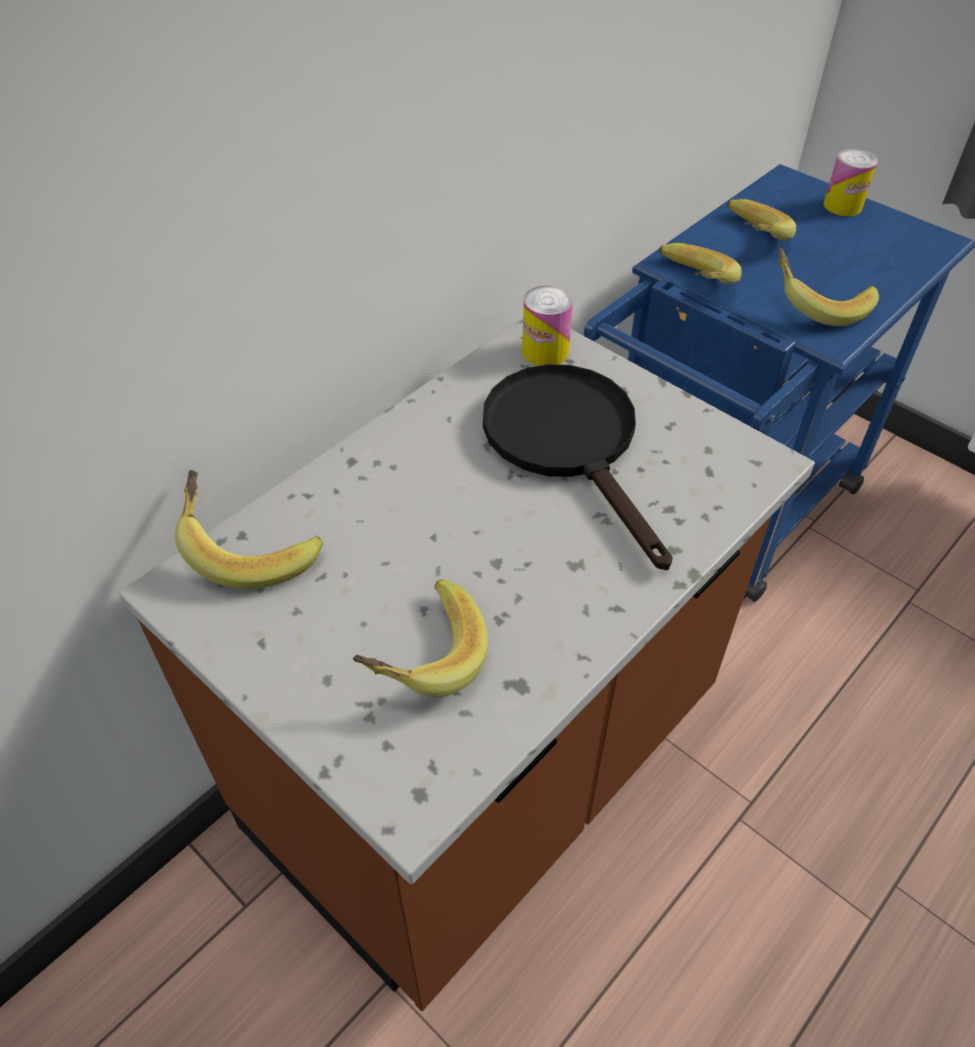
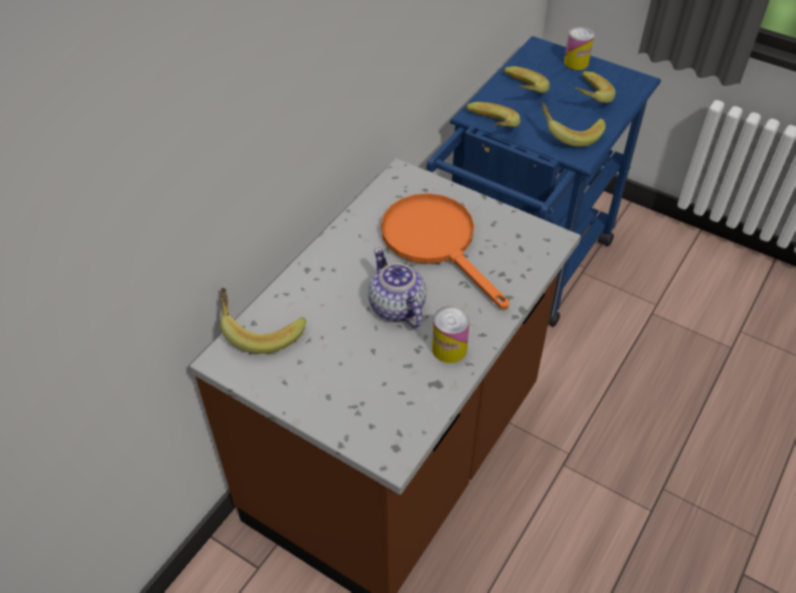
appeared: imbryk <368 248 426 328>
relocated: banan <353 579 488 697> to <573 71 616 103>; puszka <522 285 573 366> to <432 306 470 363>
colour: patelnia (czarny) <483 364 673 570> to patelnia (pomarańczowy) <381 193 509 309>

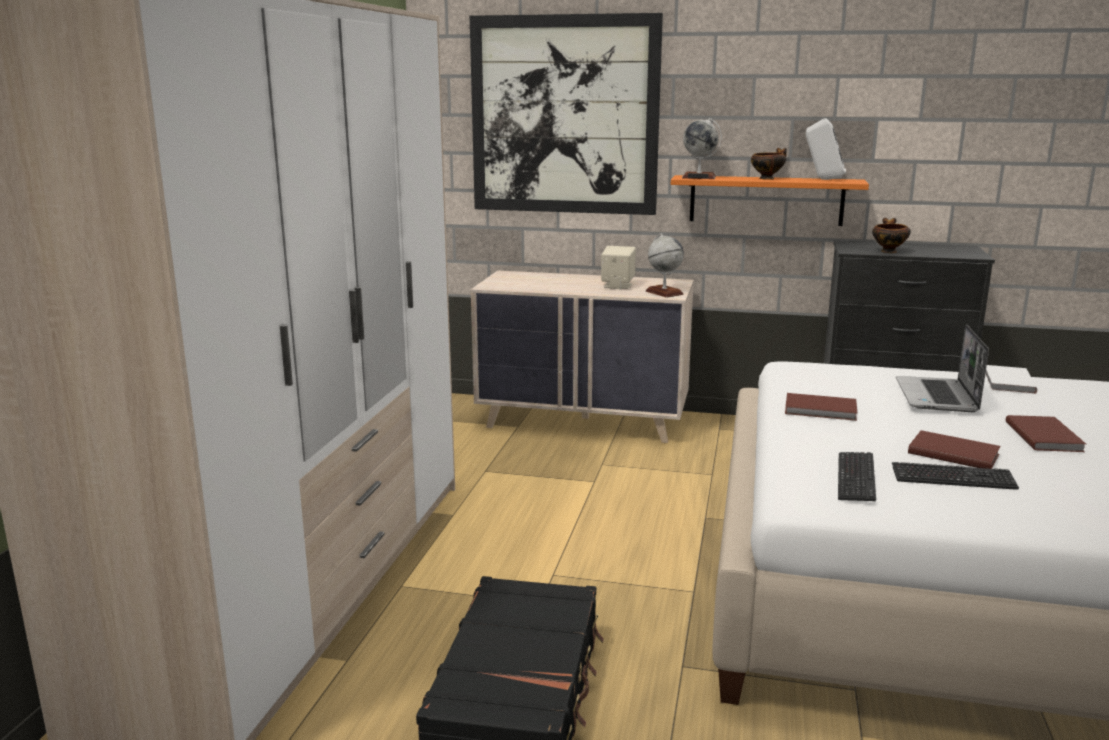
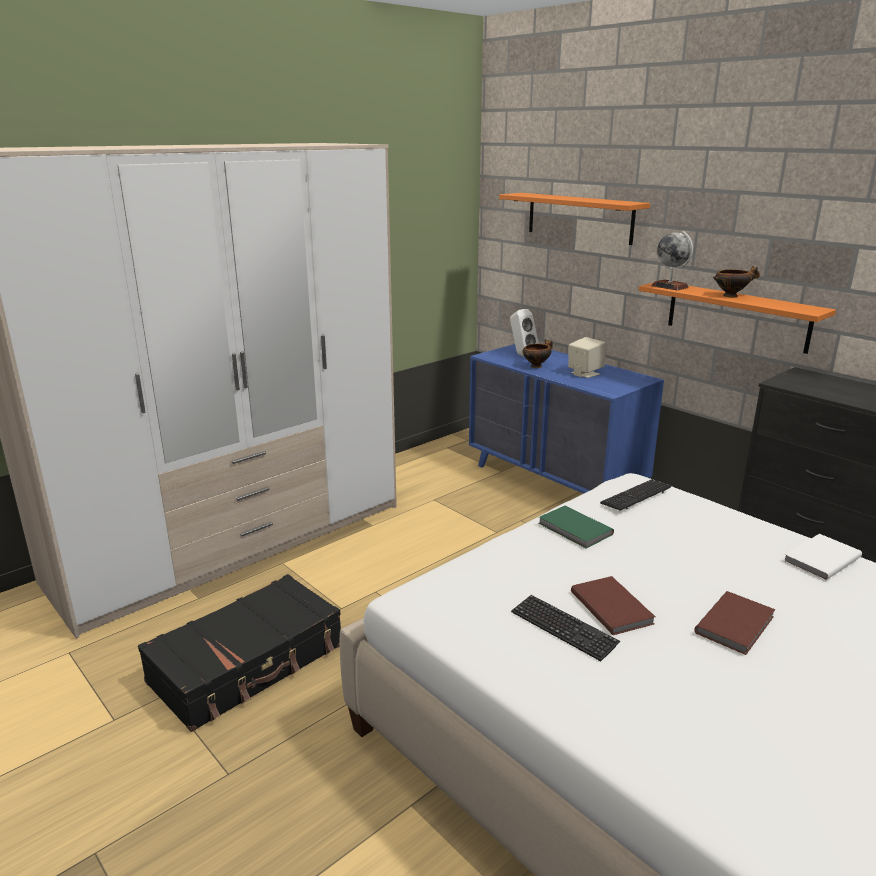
missing: globus <646 233 684 298>; laptop <896 324 989 412>
relocated: głośnik (biały) <806 118 846 180> to <510 309 539 357>; klawiatura <838 452 876 501> to <600 479 671 511>; miska <872 218 911 253> to <523 339 553 368>
exchanged: obraz <470 13 663 215> to półka (pomarańczowy) <499 193 650 245>
colour: komoda (beżowy) <471 271 694 443> to komoda (niebieski) <469 344 664 494>; książka (brązowy) <785 393 857 421> to książka (zielony) <538 506 614 549>

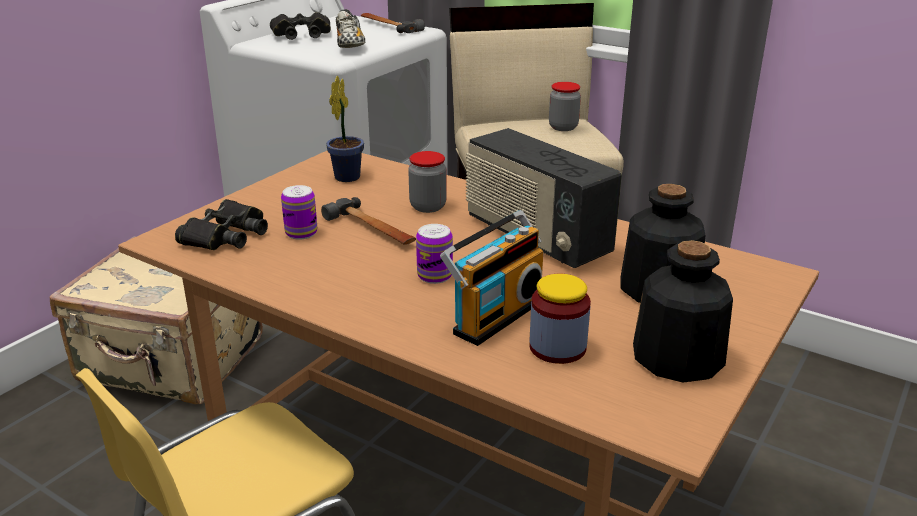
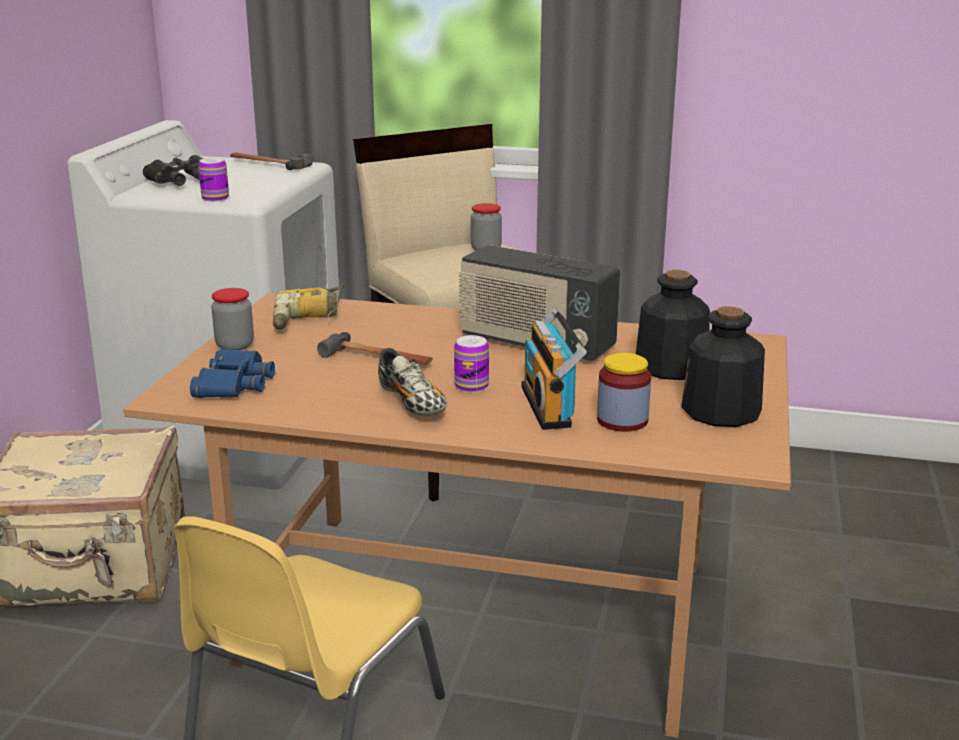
relocated: puszka <281 185 317 240> to <198 158 229 202>; but <336 9 365 48> to <378 348 447 416>; słoik <408 151 447 213> to <211 288 254 350>
exchanged: roślina doniczkowa <326 76 364 182> to wiertarka <273 284 345 330>
colour: lornetka (czarny) <175 199 268 250> to lornetka (niebieski) <190 348 275 398>
spun: radio <440 210 543 346> = <522 308 587 430> 150 degrees clockwise

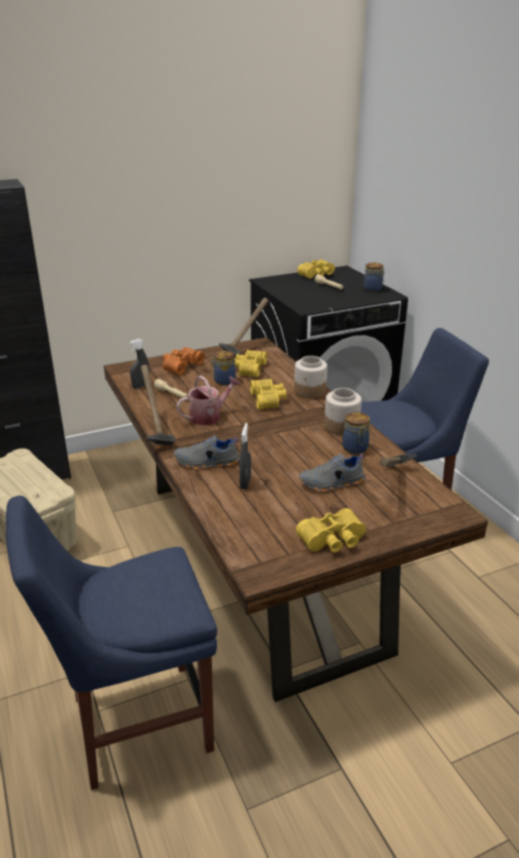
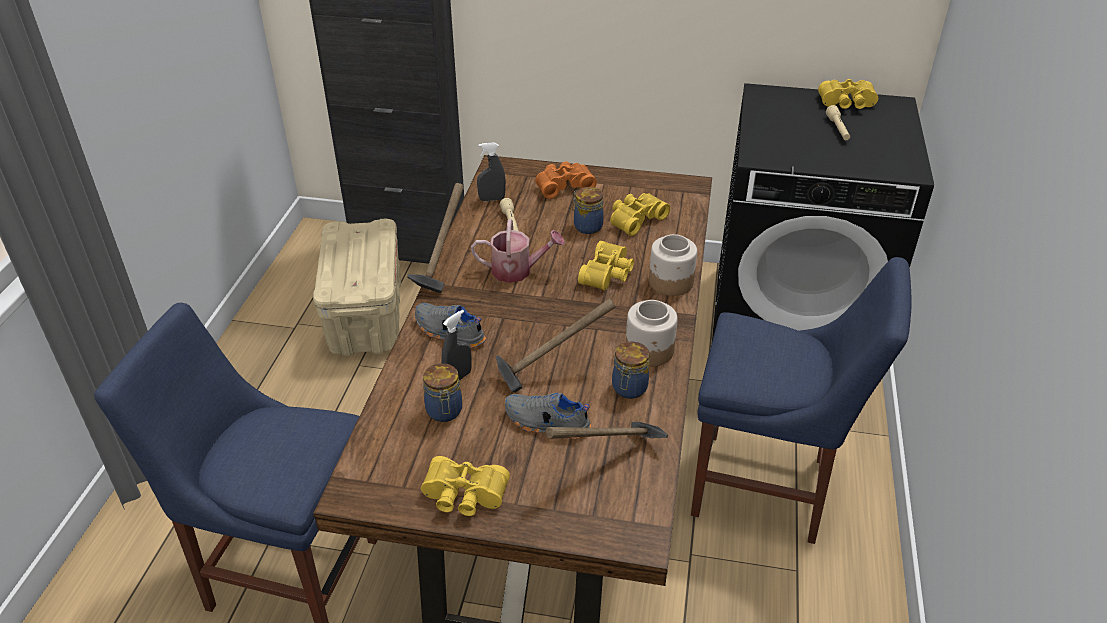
relocated: młotek <219 298 269 358> to <496 299 616 393>; słoik <364 262 385 292> to <423 363 462 422>

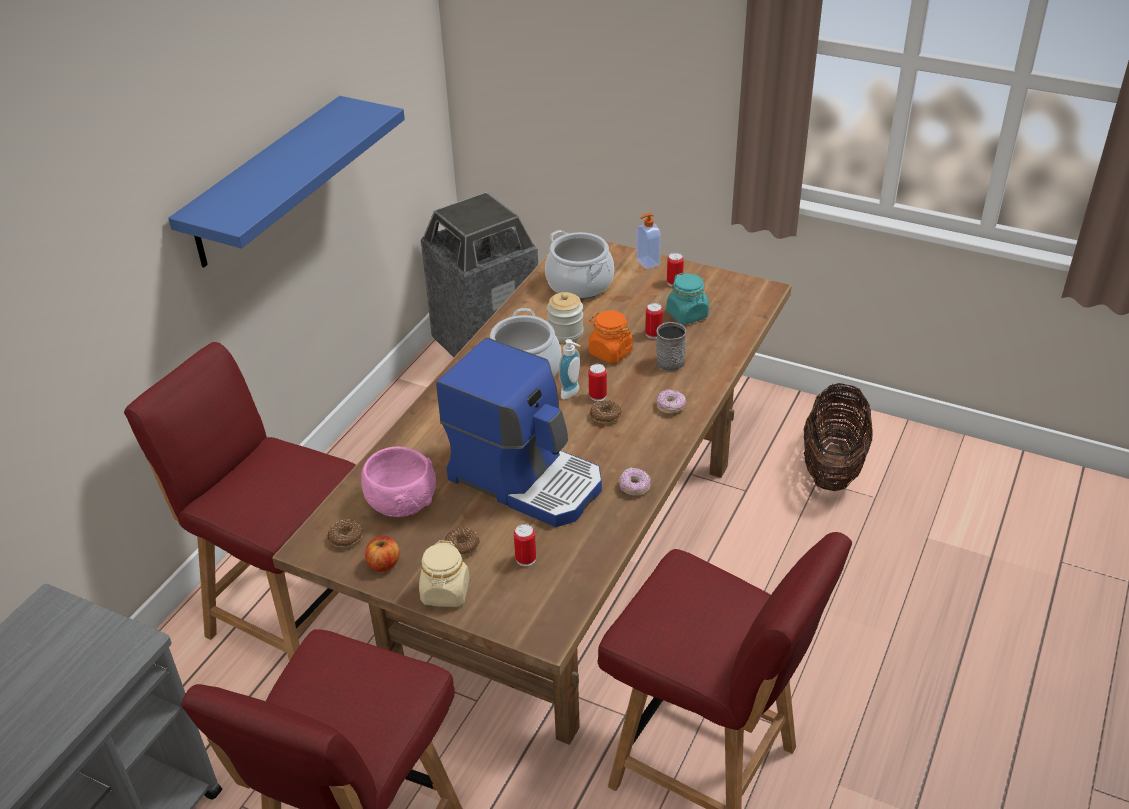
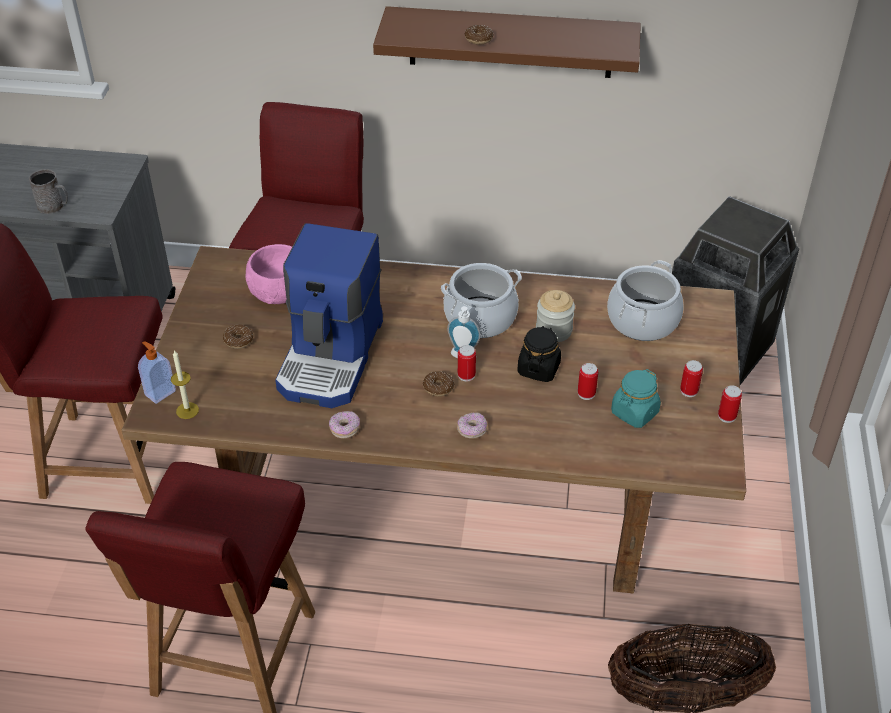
missing: jabłko <365 536 400 572>; słoik (beżowy) <419 540 470 607>
appeared: świeca <171 350 199 419>
relocated: donut <328 520 363 548> to <464 25 494 45>; puszka <514 524 536 566> to <718 385 742 423>; dozownik mydła <636 213 661 269> to <138 342 176 404>; kubek (szary) <656 322 686 371> to <29 169 68 214>
colour: półka (niebieski) <168 96 405 268> to półka (brązowy) <373 6 641 78>; słoik (pomarańczowy) <589 310 633 363> to słoik (czarny) <517 326 561 382>

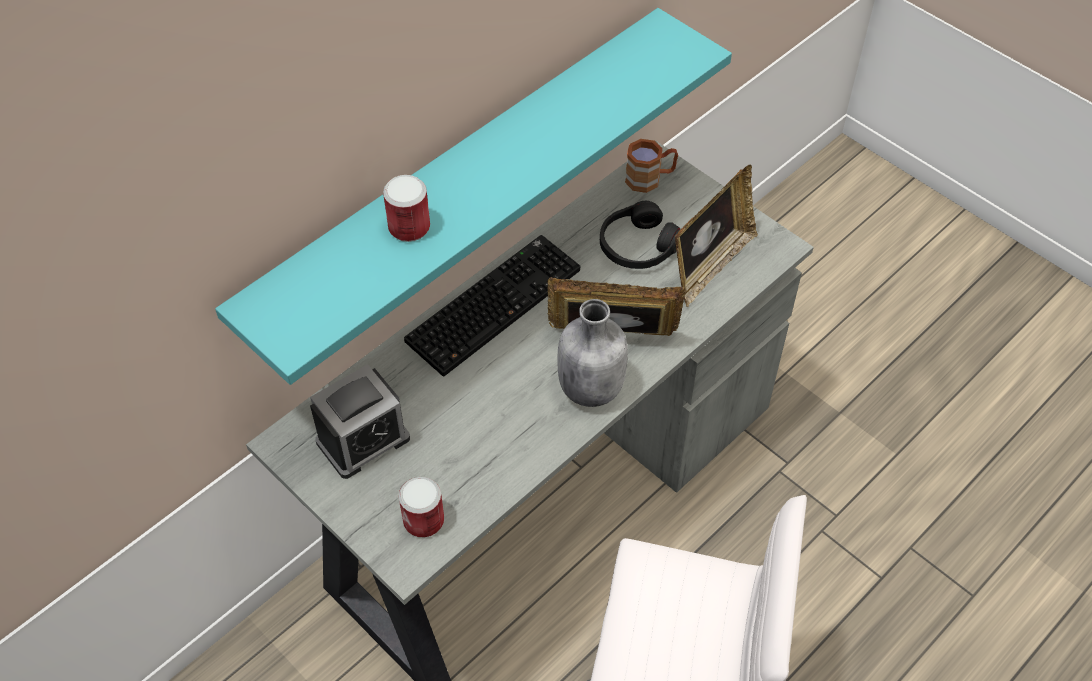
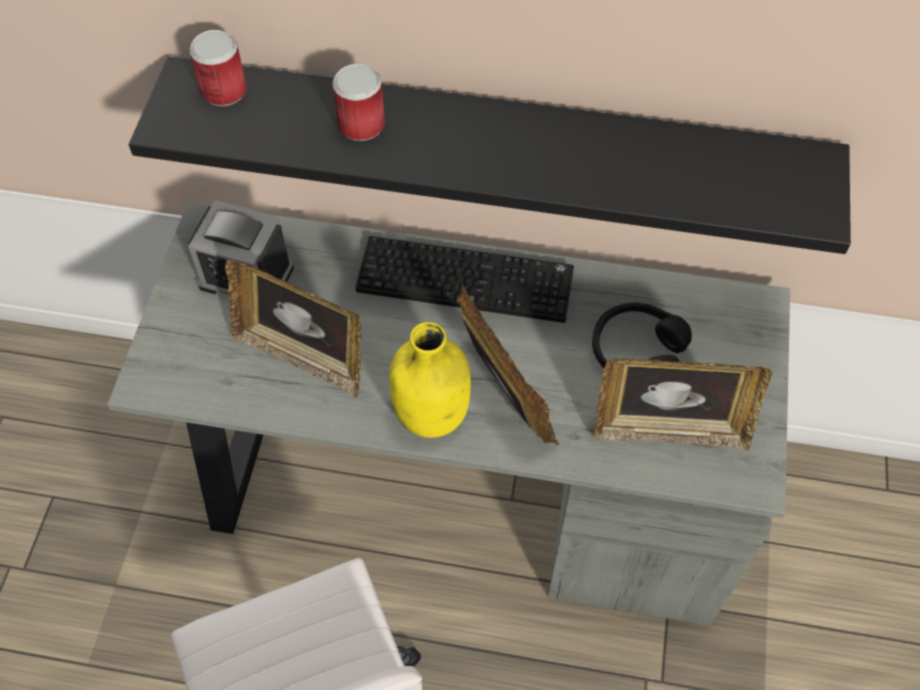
missing: kubek (brązowy) <625 139 678 193>
appeared: ramka na zdjęcie <225 259 362 398>
relocated: puszka <399 477 444 537> to <189 30 247 106>
colour: półka (turkusowy) <215 8 732 385> to półka (czarny) <129 56 851 254>; butelka (szary) <557 299 628 407> to butelka (żółty) <389 322 471 438>

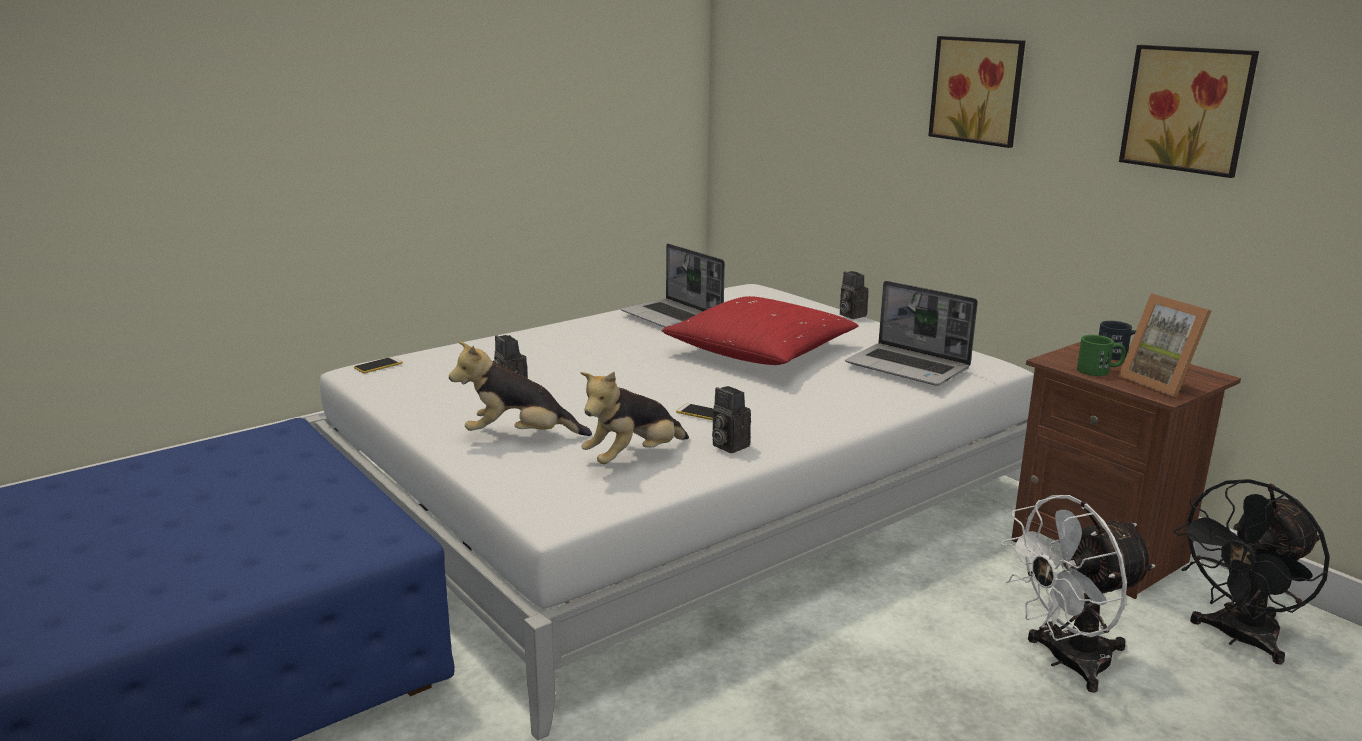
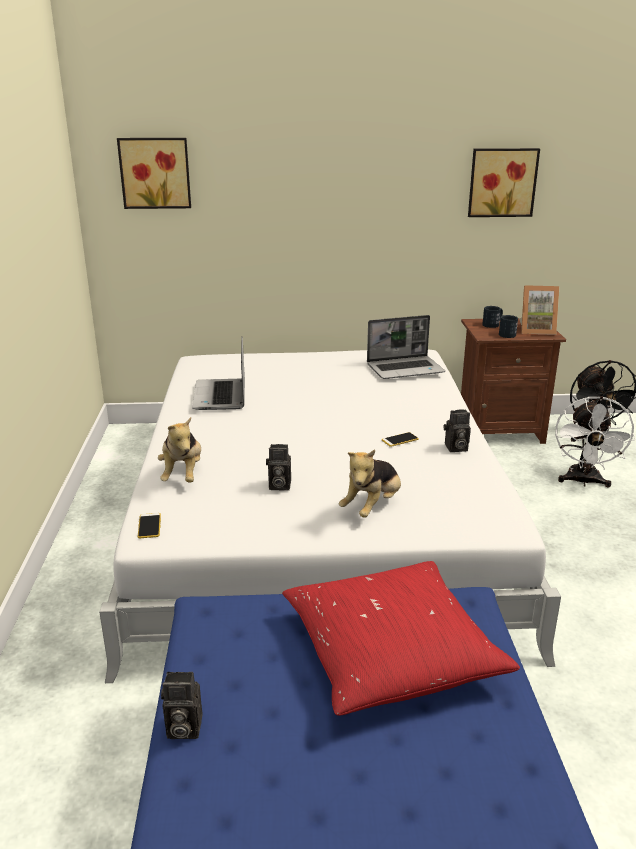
relocated: pluszak <581 372 689 464> to <158 417 201 483>; poduszka (czerwony) <661 296 859 365> to <282 561 520 716>; aparat fotograficzny <840 271 868 319> to <161 672 202 739>; obraz <928 36 1025 148> to <117 138 191 209>
colour: kubek (zielony) <1077 335 1126 376> to kubek (czarny) <499 315 518 338>
spun: laptop <621 244 725 327> = <192 336 245 410> 90 degrees clockwise

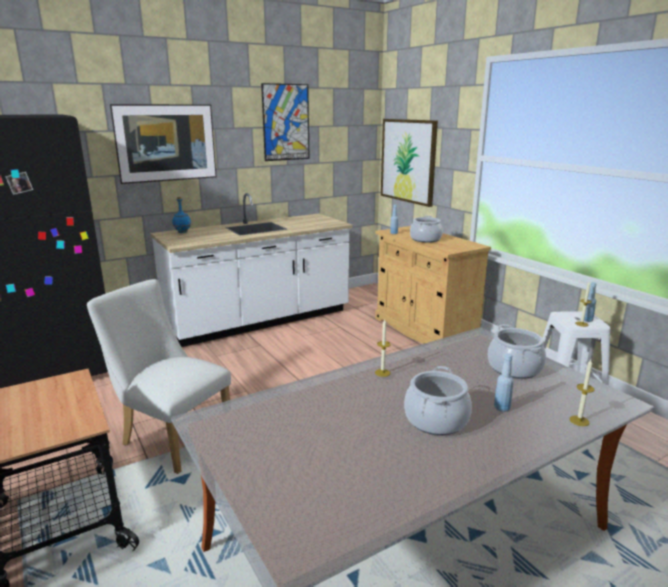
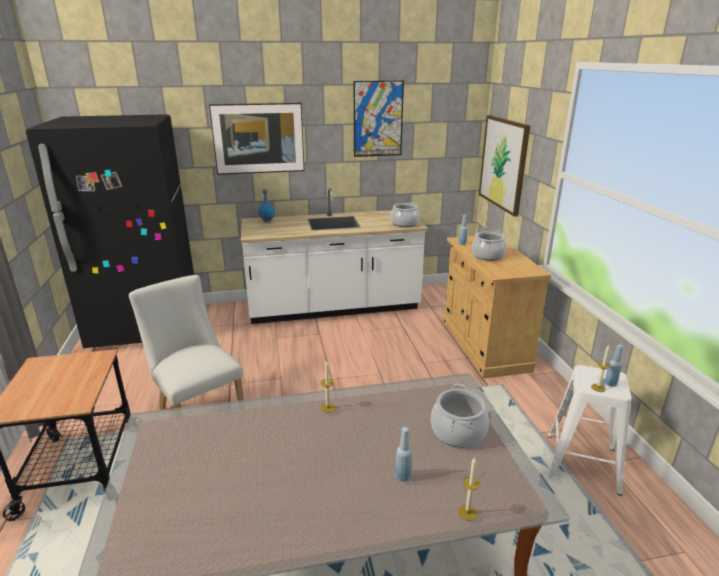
relocated: garnek <404 366 472 435> to <390 202 420 227>

